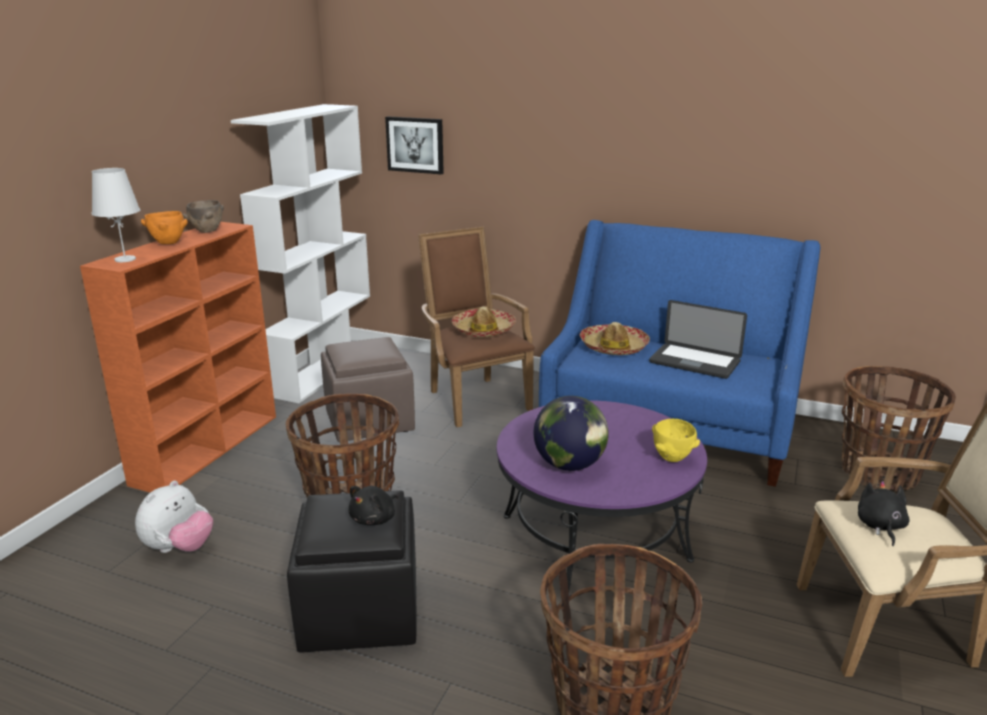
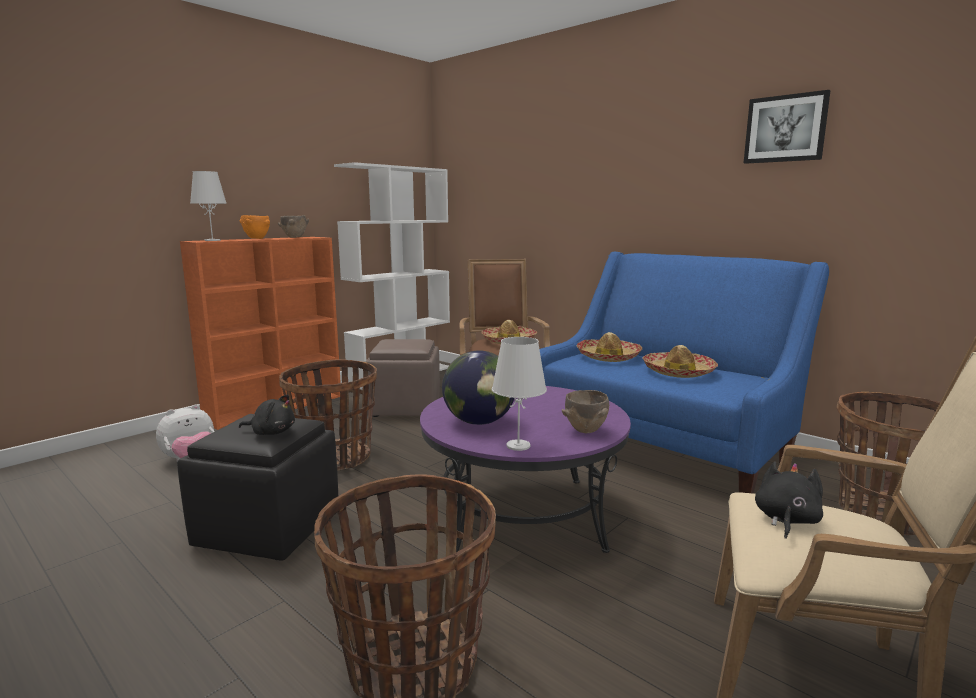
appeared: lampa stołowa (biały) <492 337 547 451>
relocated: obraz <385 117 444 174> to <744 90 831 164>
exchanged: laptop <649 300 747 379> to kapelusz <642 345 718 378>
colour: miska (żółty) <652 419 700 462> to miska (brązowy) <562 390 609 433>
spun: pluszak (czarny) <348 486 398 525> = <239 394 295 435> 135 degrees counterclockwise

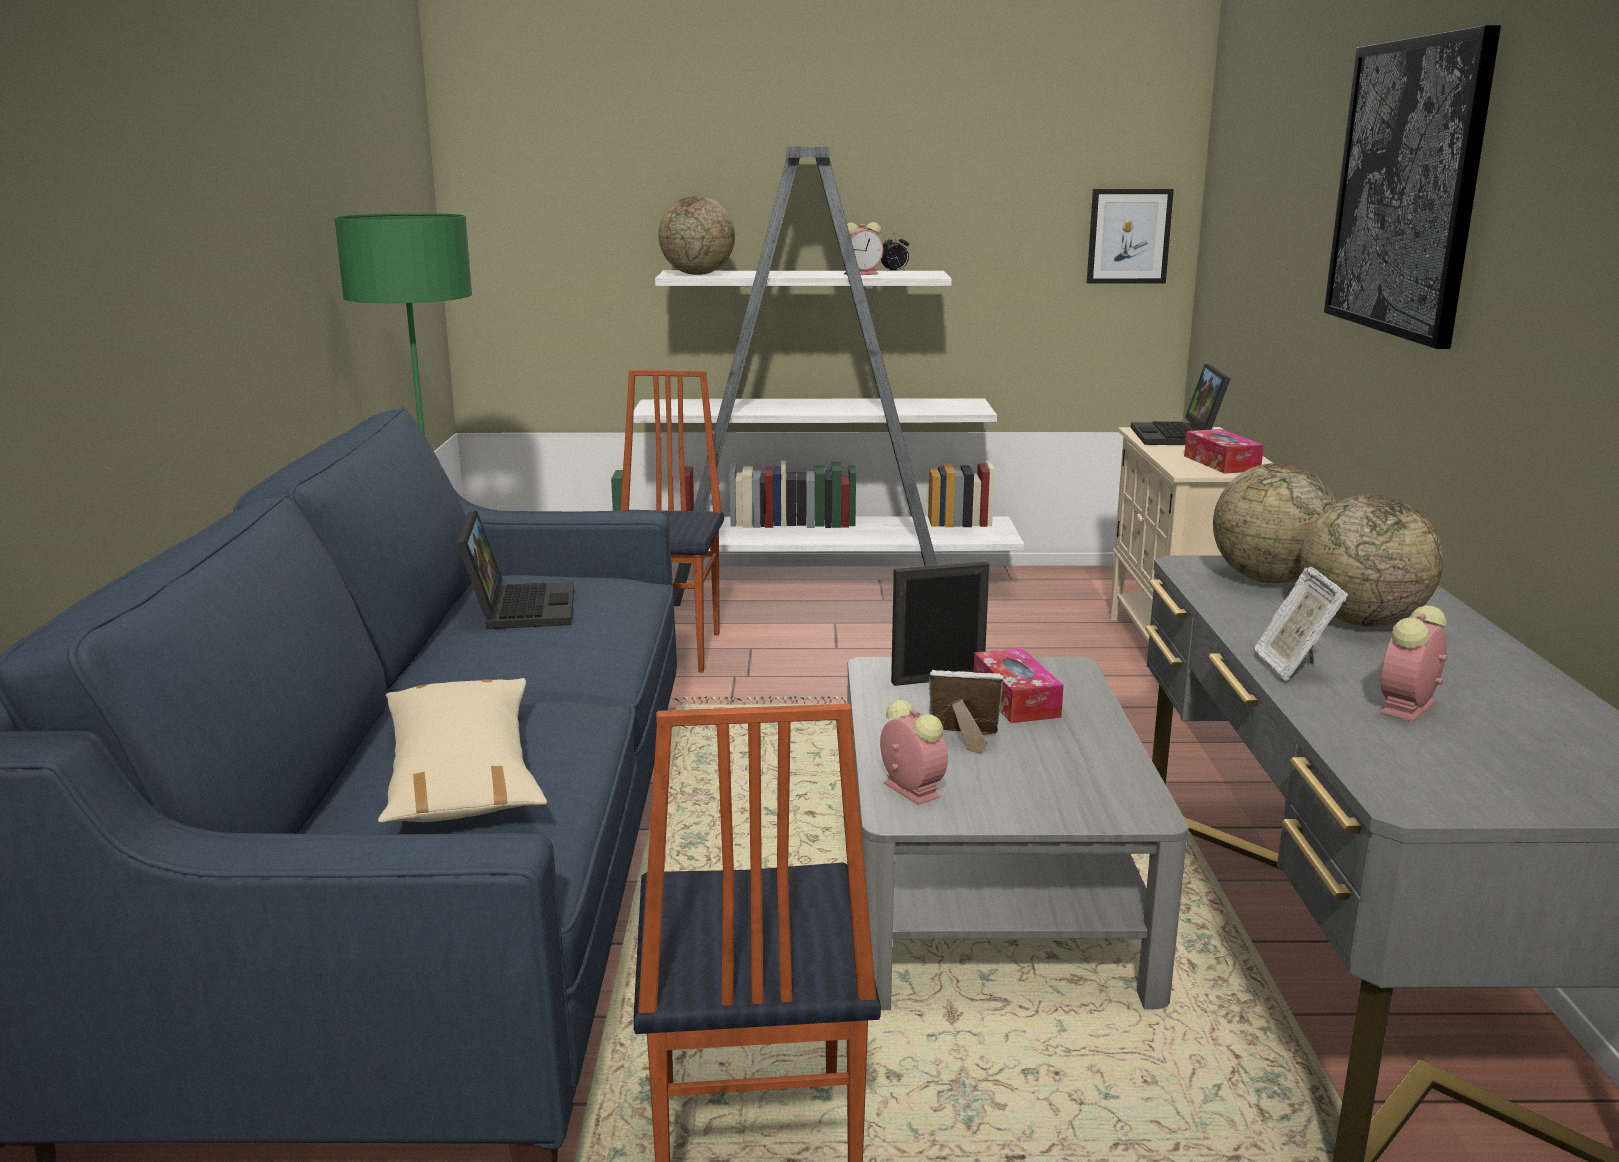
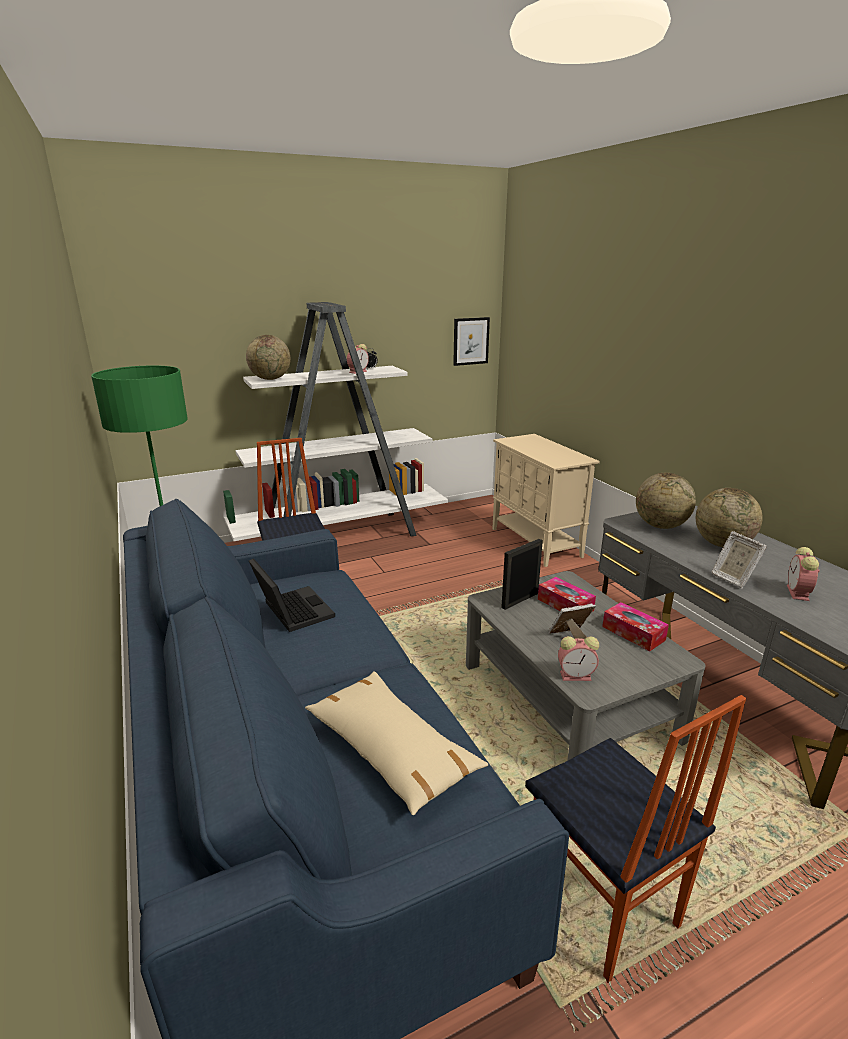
missing: laptop <1131 364 1230 445>; obraz <1324 25 1501 349>
relocated: pudełko chusteczek <1184 429 1264 474> to <602 602 669 651>
spun: budzik <880 700 948 805> = <558 636 599 681> 150 degrees clockwise

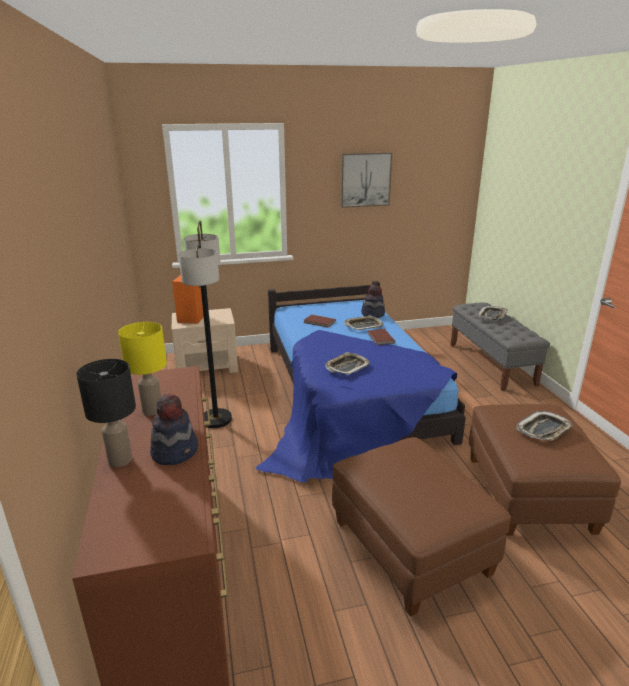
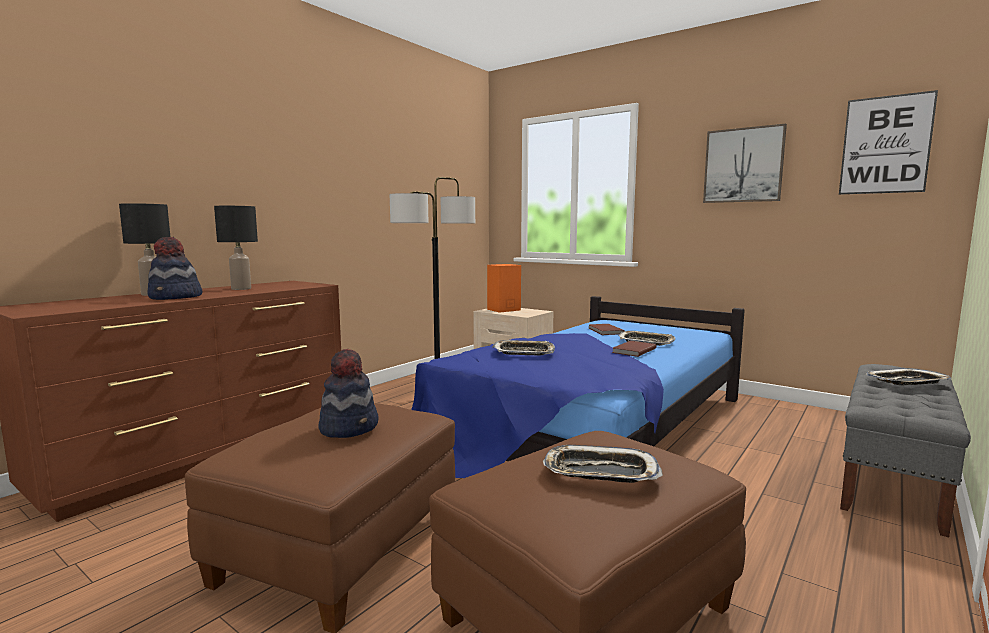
appeared: obraz <839 90 938 195>
relocated: kapelusz <361 284 385 318> to <318 349 378 438>
colour: lampa stołowa (żółty) <118 322 167 415> to lampa stołowa (czarny) <214 206 258 290>

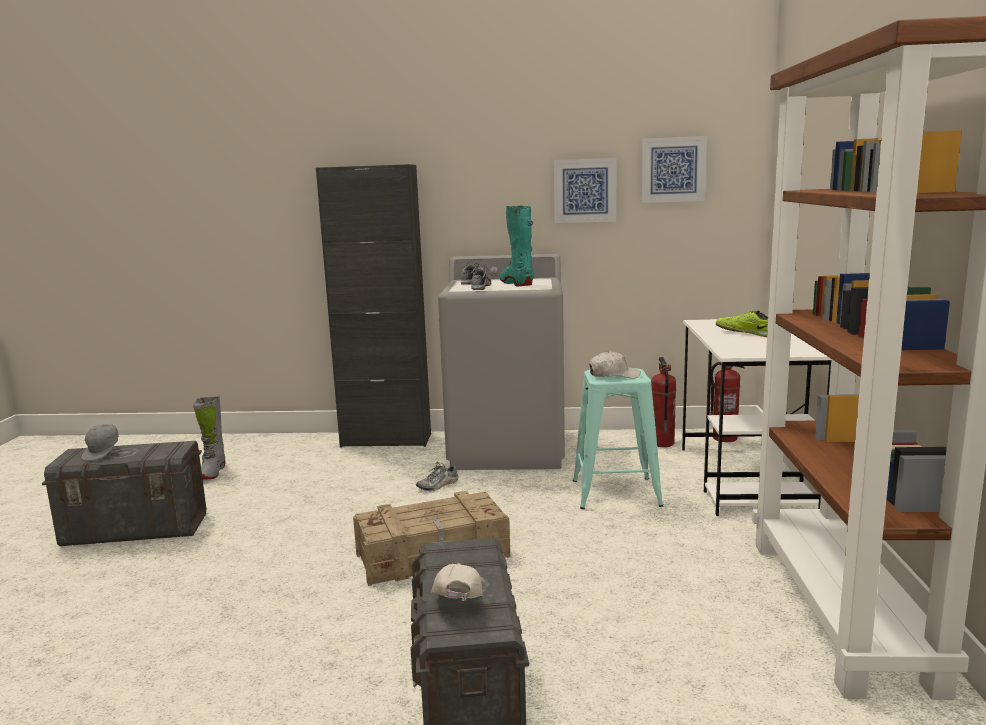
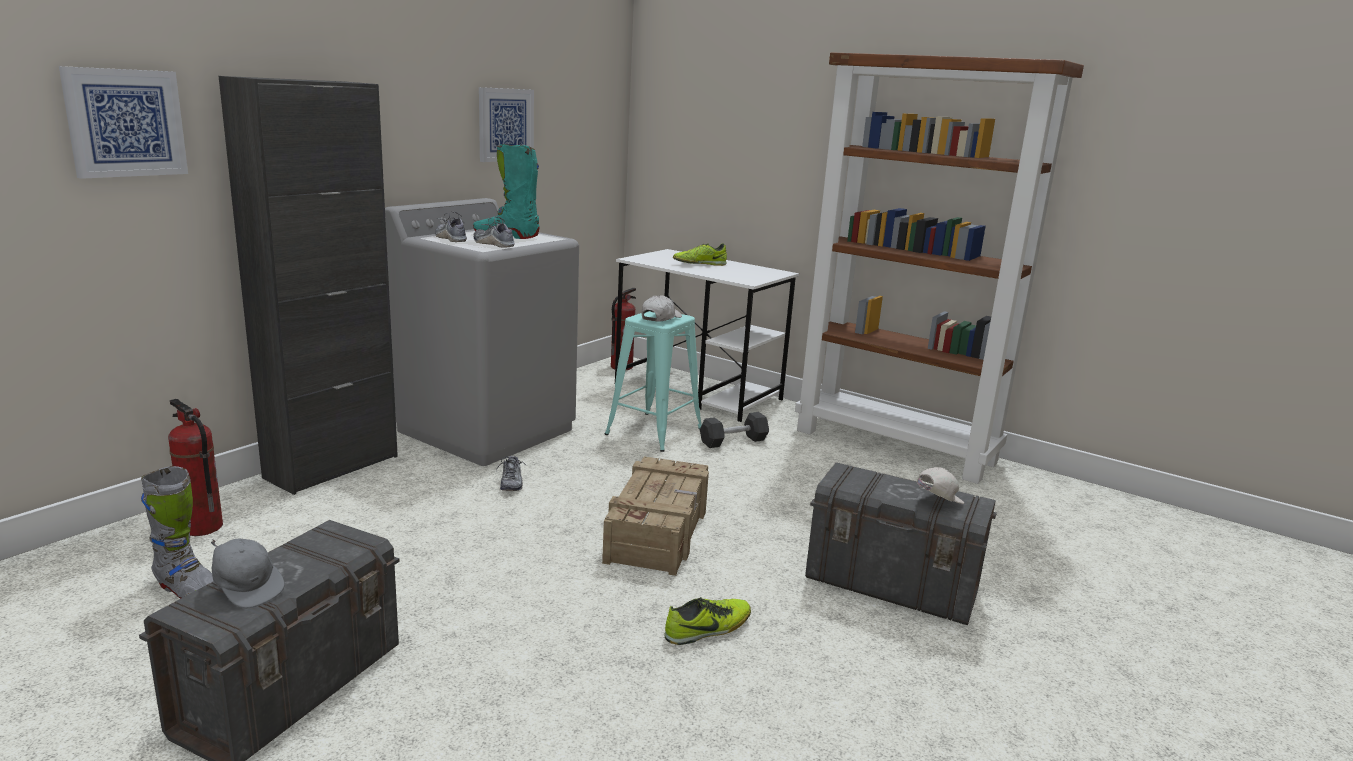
appeared: but <664 597 751 645>; hantel (czarny) <700 412 769 448>
relocated: obraz <641 136 707 203> to <59 66 188 179>; gaśnica <651 357 676 447> to <168 399 223 536>
spun: czapka z daszkiem (biały) <431 563 483 601> = <917 467 964 504> 120 degrees clockwise

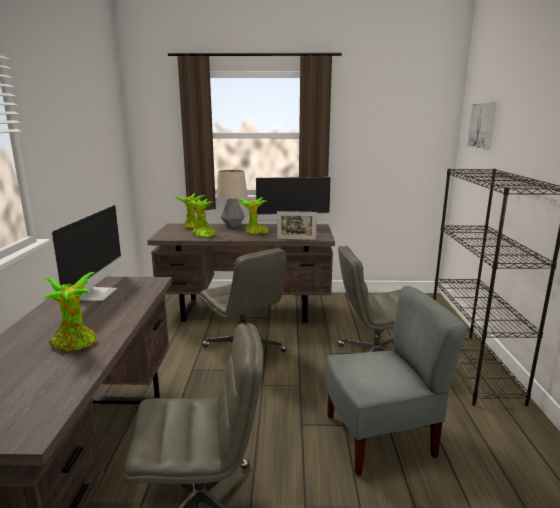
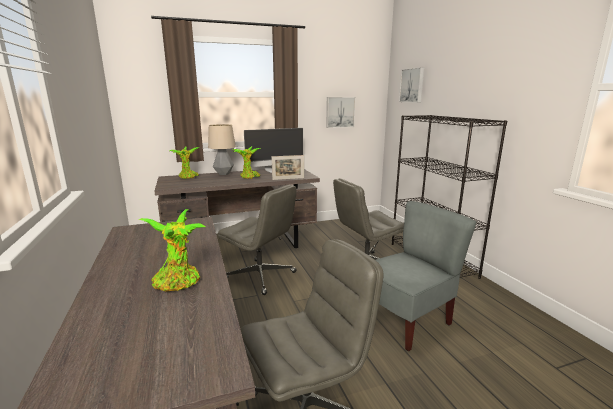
missing: monitor <51 205 122 301>; roślina doniczkowa <188 199 215 237>
appeared: obraz <326 97 355 128>

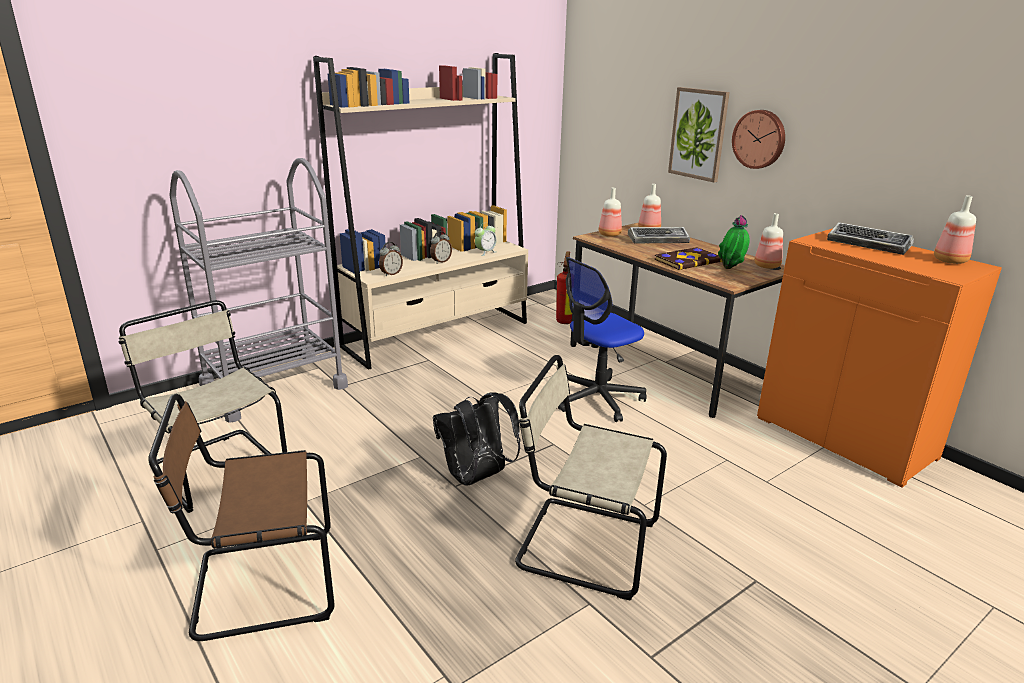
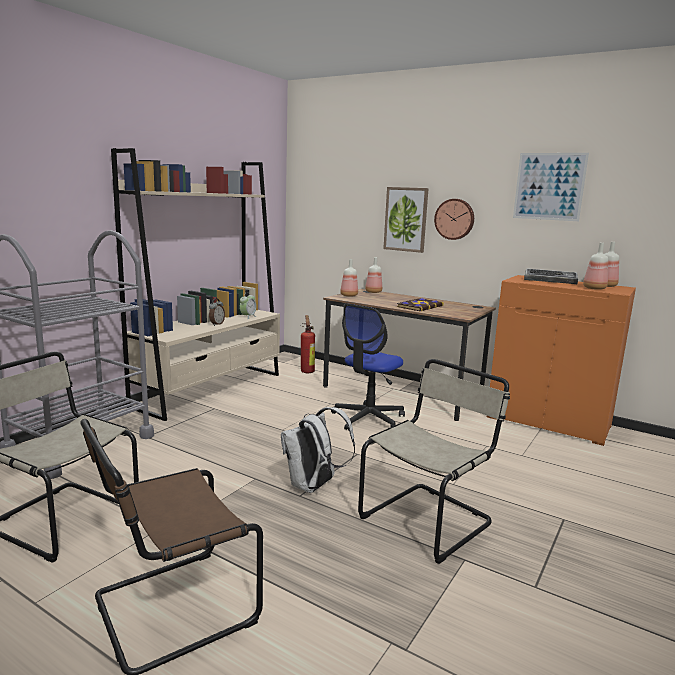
missing: budzik <379 242 403 277>; klawiatura <628 227 690 243>; roślina doniczkowa <718 215 749 269>
appeared: obraz <513 153 589 221>
relocated: butelka <754 213 783 269> to <583 243 608 290>
colour: plecak (czarny) <433 392 521 486> to plecak (biały) <281 407 355 493>
spun: krzesło (beżowy) <515 355 667 600> = <358 359 510 564> 135 degrees clockwise

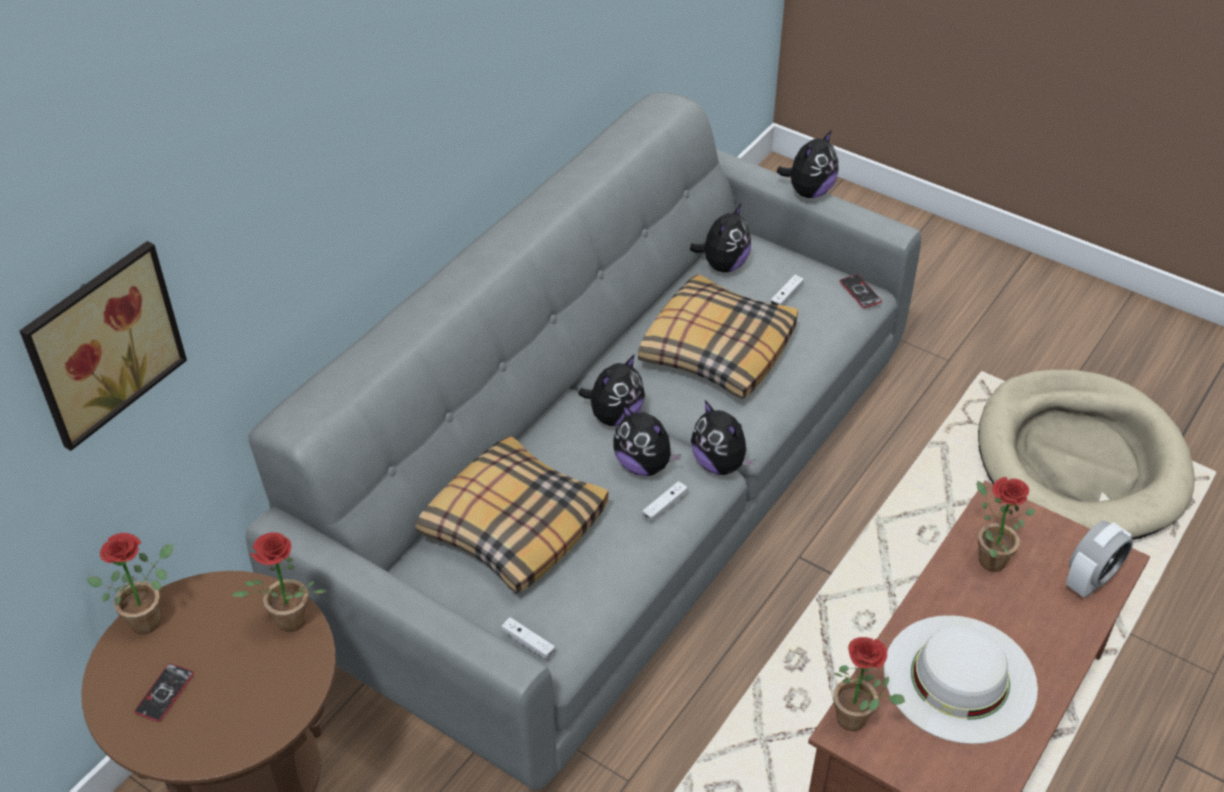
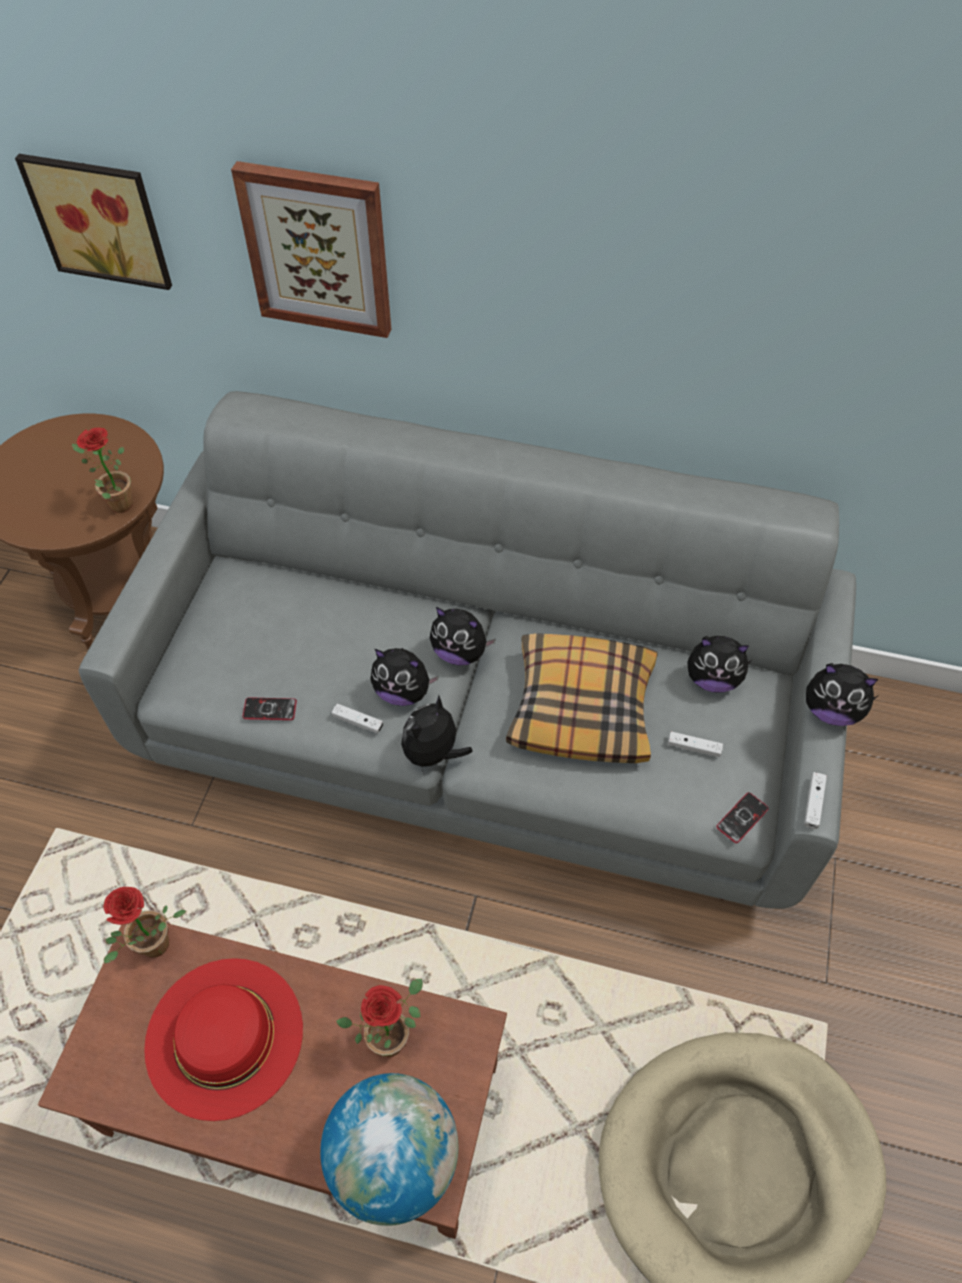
missing: roślina doniczkowa <87 533 173 634>; poduszka <415 436 609 594>
appeared: obraz <231 161 392 338>
relocated: telefon <135 663 194 722> to <242 698 297 720>; pad do gier (biały) <502 617 555 660> to <804 772 827 829>
exchanged: budzik <1066 521 1133 597> to globus <320 1073 458 1226>
colour: kapelusz (biały) <884 615 1038 744> to kapelusz (czerwony) <144 958 303 1121>
spun: pluszak <613 405 682 476> = <370 648 439 706> 90 degrees counterclockwise

